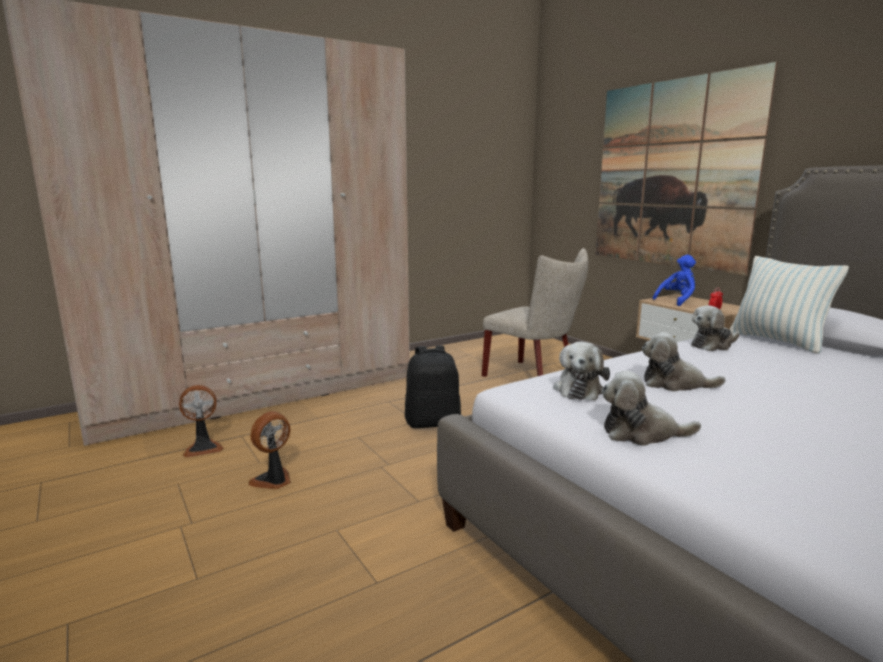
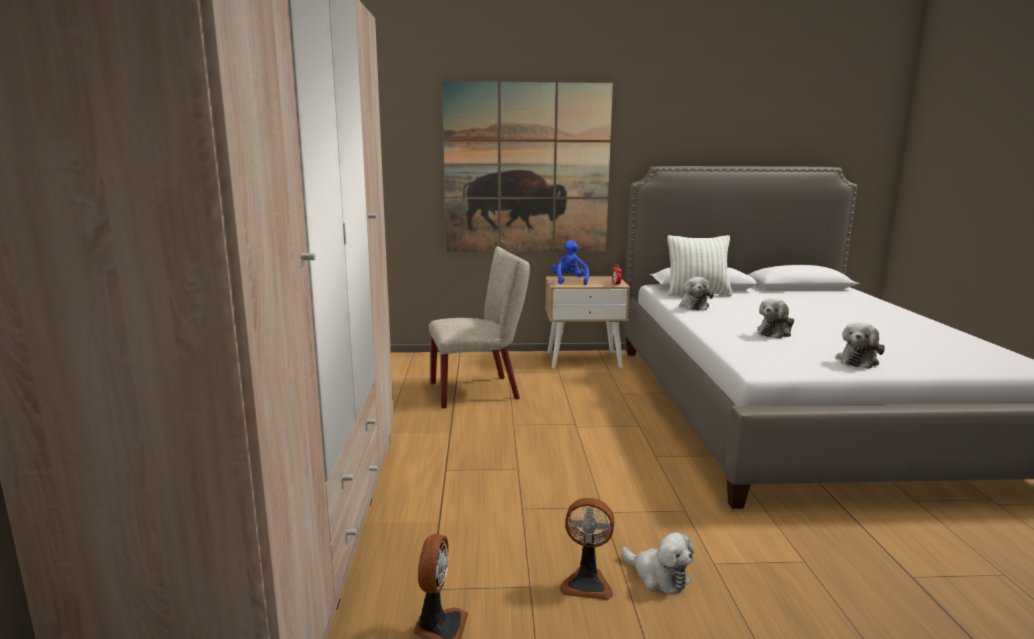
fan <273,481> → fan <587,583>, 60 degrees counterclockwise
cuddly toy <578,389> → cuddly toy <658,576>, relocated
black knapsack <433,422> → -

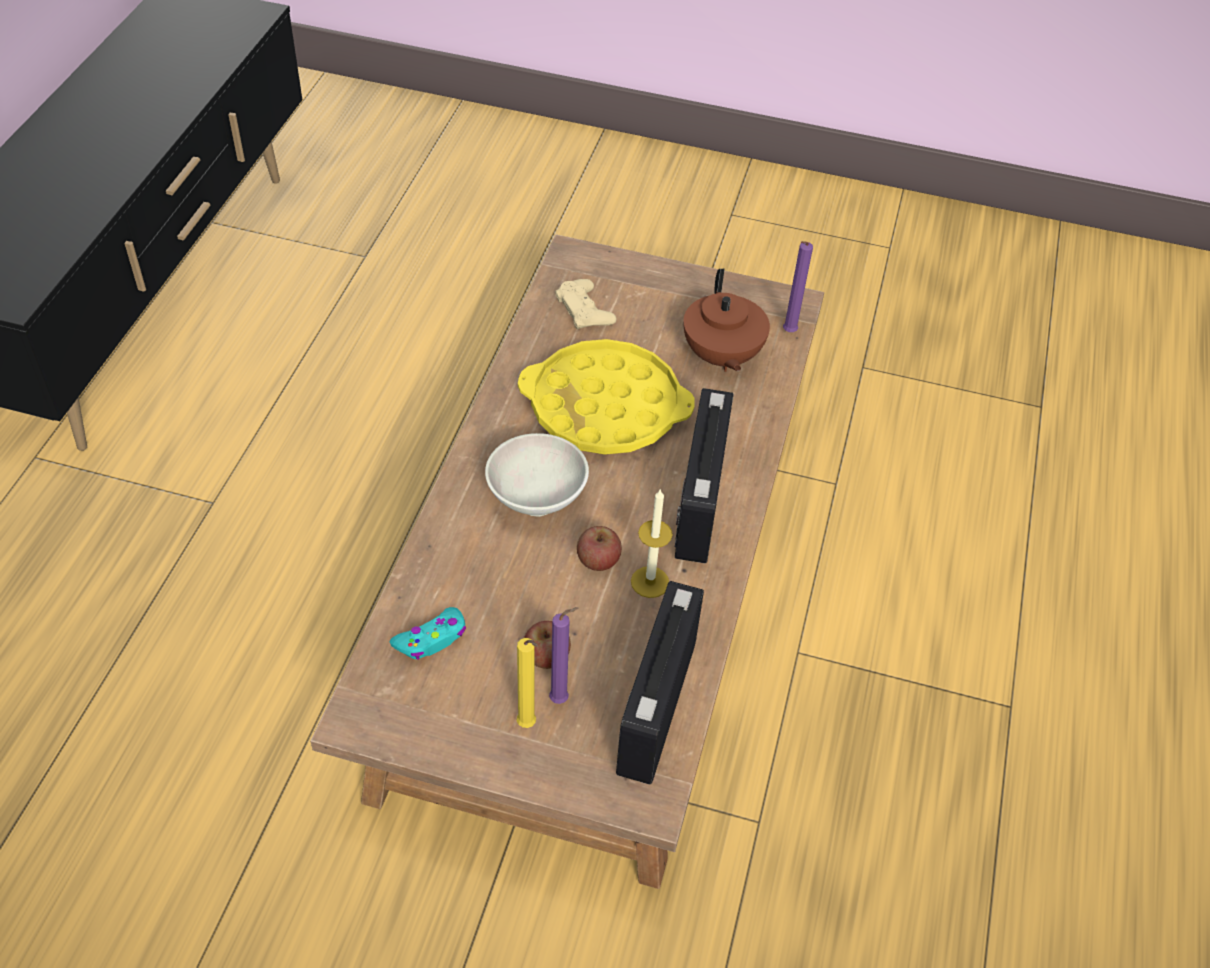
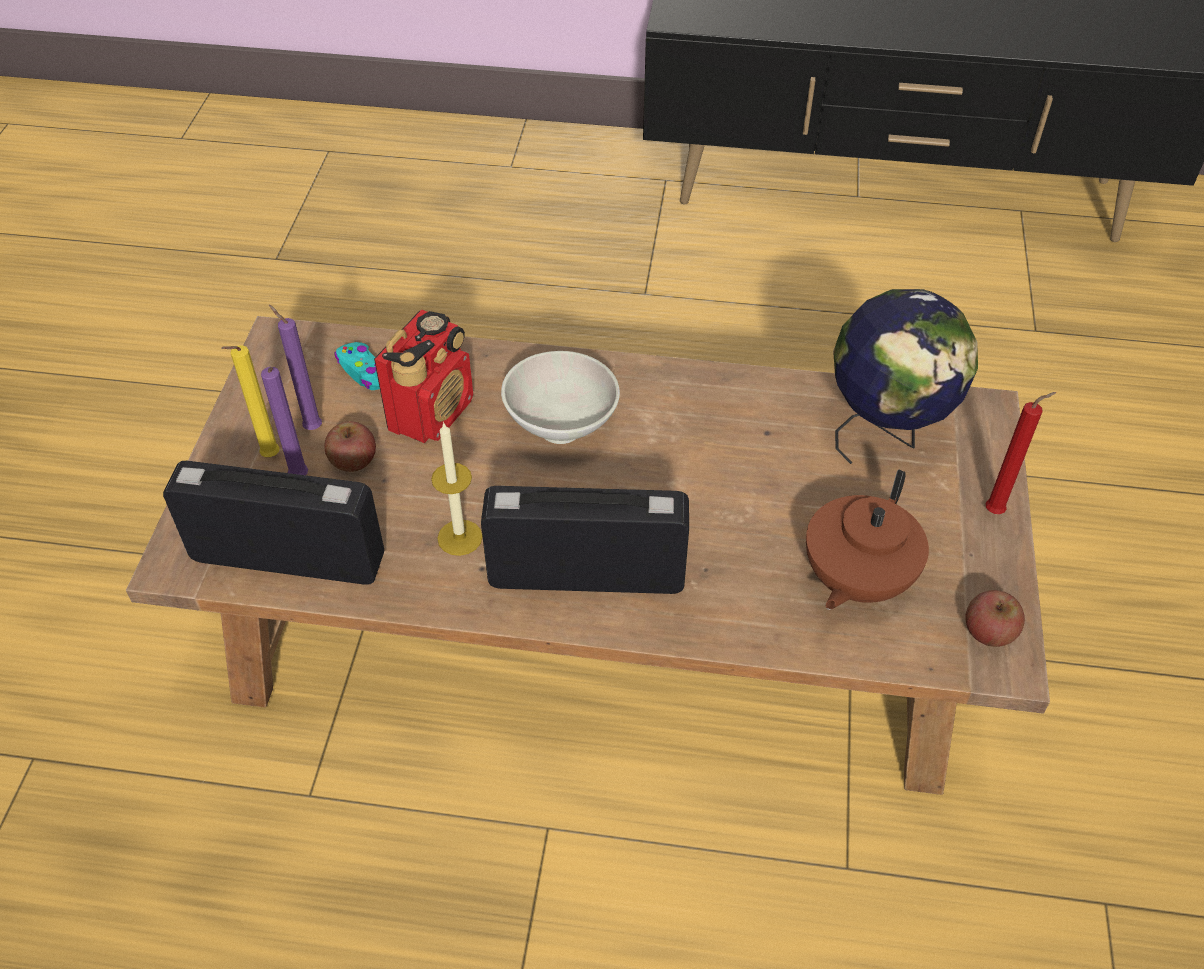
purple wax light <788,333> → purple wax light <311,427>, relocated
- → radio <432,413>
brownish tea pot <721,357> → brownish tea pot <855,580>, 45 degrees counterclockwise
beige-coloured game controller <584,310> → globe <886,433>
apple fruit <598,560> → apple fruit <989,632>, relocated
- → red wax light <997,511>
yellow-coloured carrying tray <605,408> → -

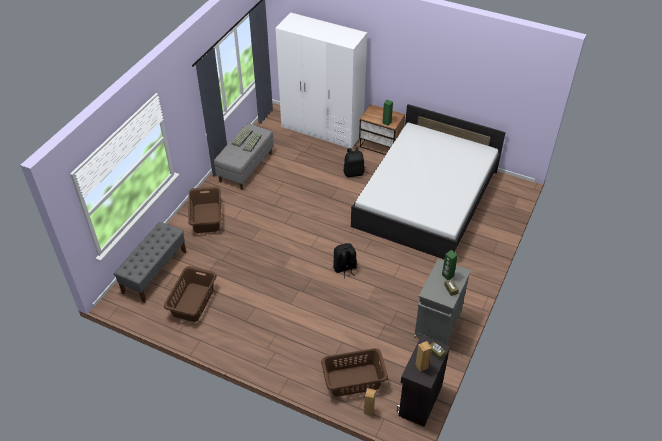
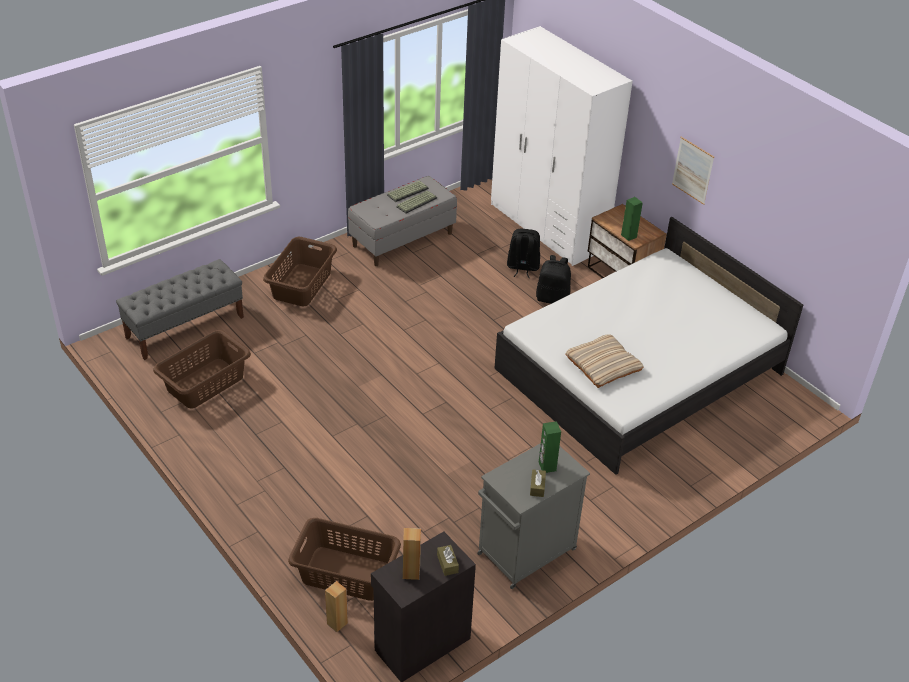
black knapsack <344,268> → black knapsack <522,267>, relocated
- → beige-coloured throw pillow <603,365>
- → wall art <692,170>

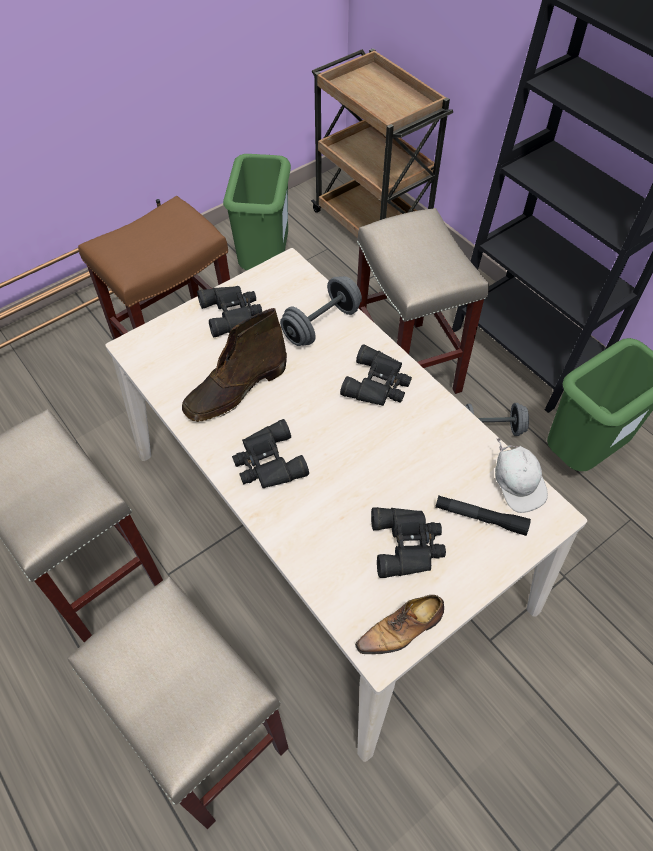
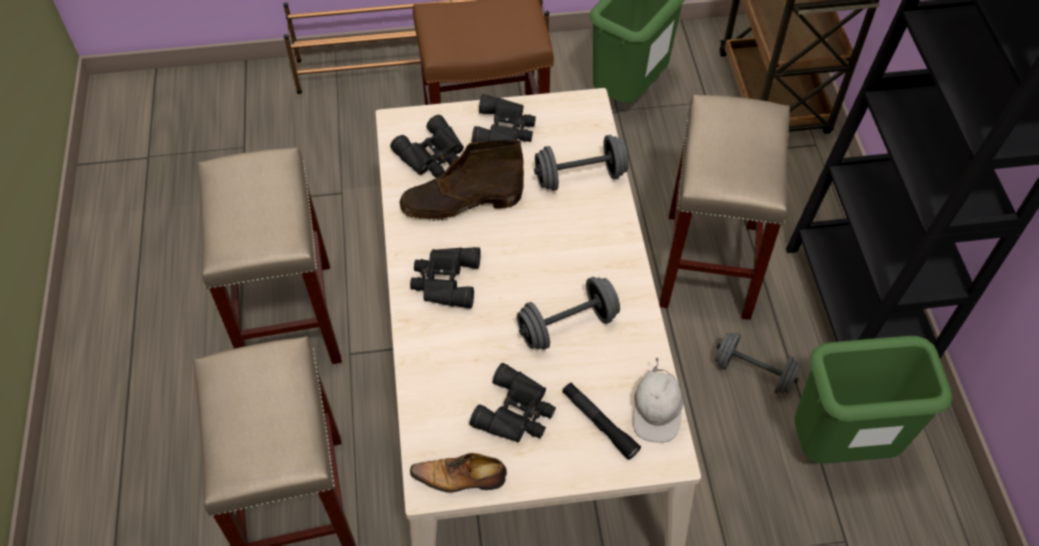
black pair of binoculars <378,384> → black pair of binoculars <433,156>, relocated
- → gray hand weight <567,325>

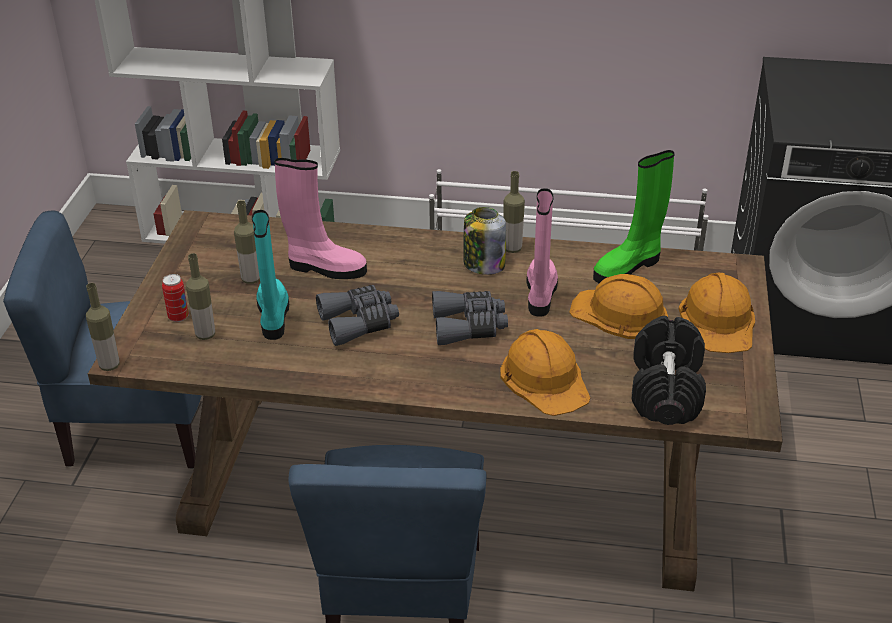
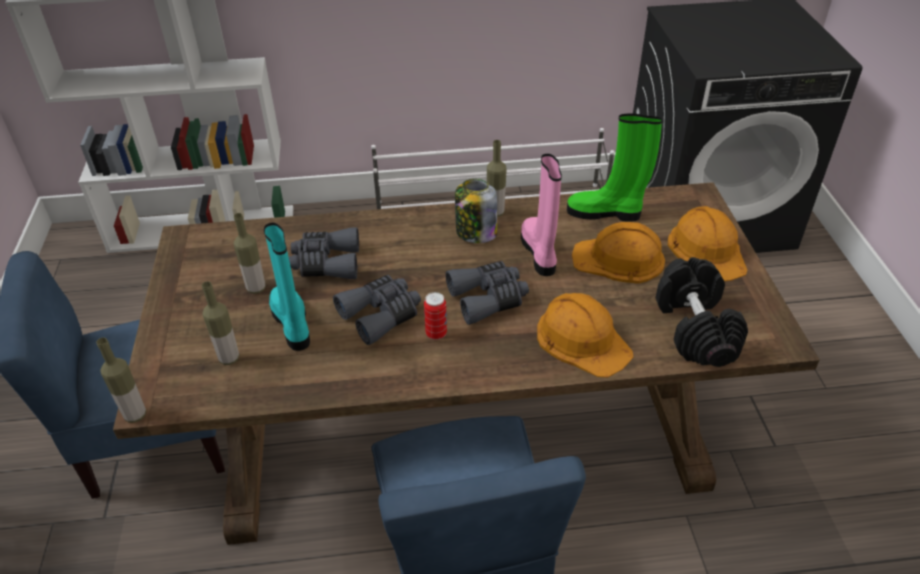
pink boot <325,268> → gray pair of binoculars <326,263>
sealed can <178,317> → sealed can <436,333>, relocated
green boot <628,267> → green boot <606,213>, 60 degrees clockwise

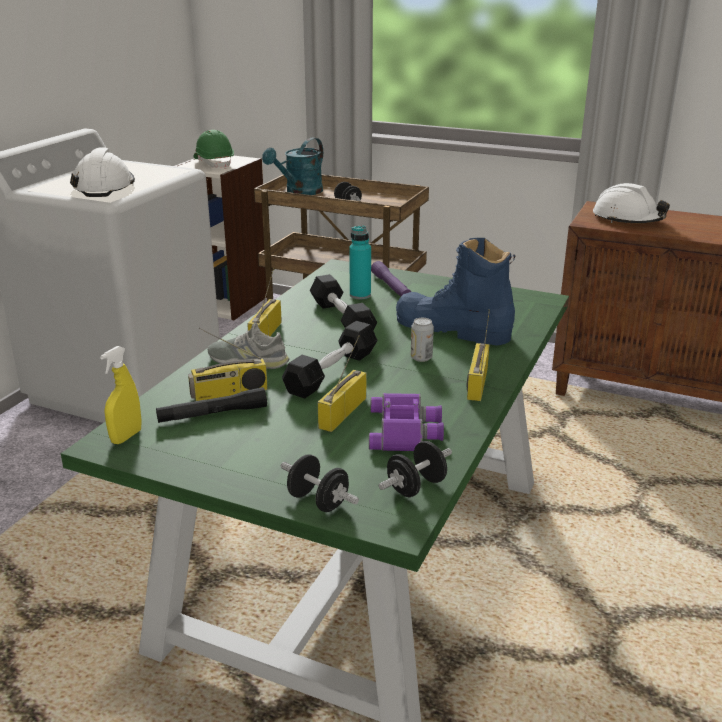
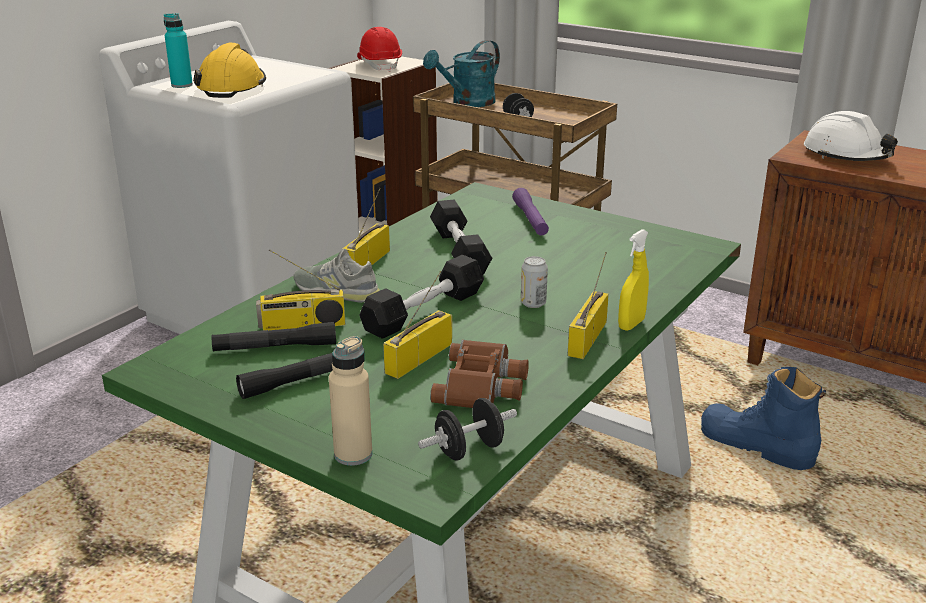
blue-green drink bottle <360,295> → blue-green drink bottle <182,85>, relocated
white-coloured hard hat <104,187> → yellow-coloured hard hat <232,87>
- → black torch <303,380>
black hand weight <318,501> → beige-coloured drink bottle <353,454>
green hard hat <214,163> → red hard hat <379,65>
purple pair of binoculars <406,430> → brownish pair of binoculars <483,385>
yellow-coloured hand sprayer <126,437> → yellow-coloured hand sprayer <631,324>, relocated
blue boot <452,329> → blue boot <756,446>, relocated

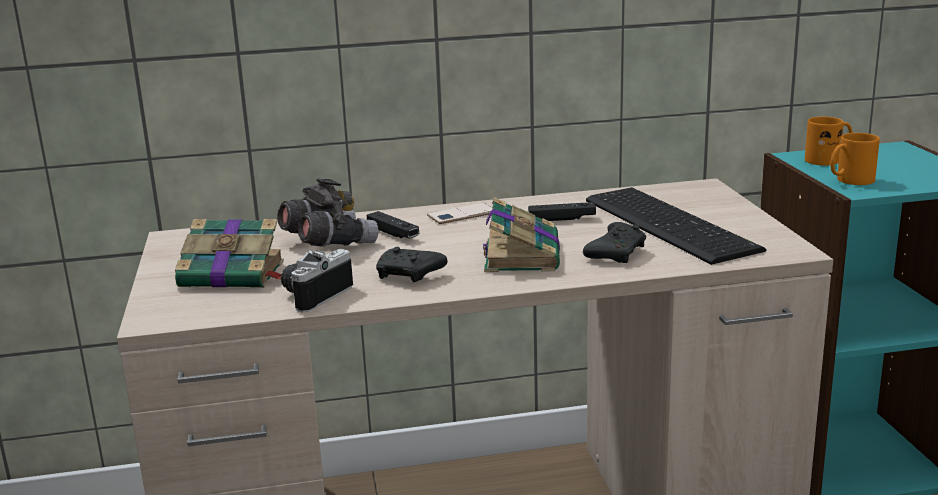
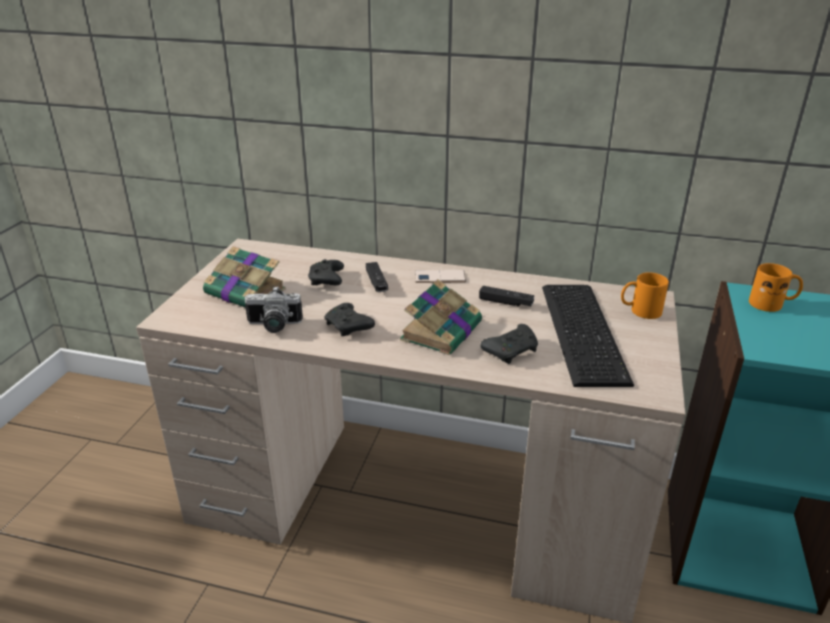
still camera <313,295> → still camera <273,326>, 150 degrees counterclockwise
gray pair of binoculars <328,244> → black game controller <327,281>
orangey tea mug <850,181> → orangey tea mug <640,311>, relocated

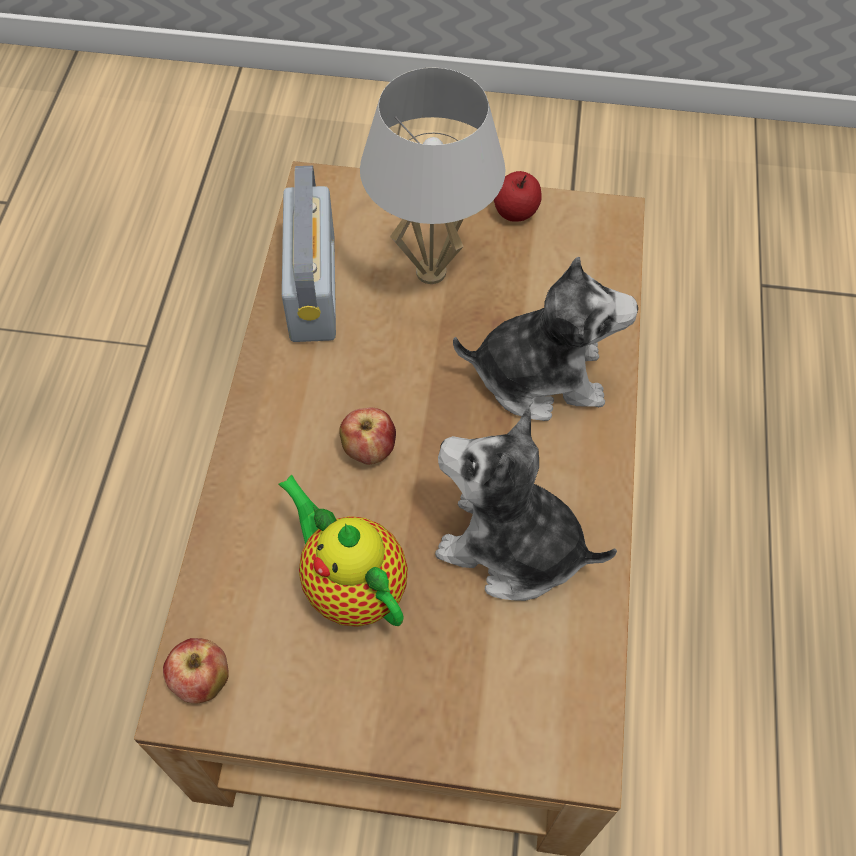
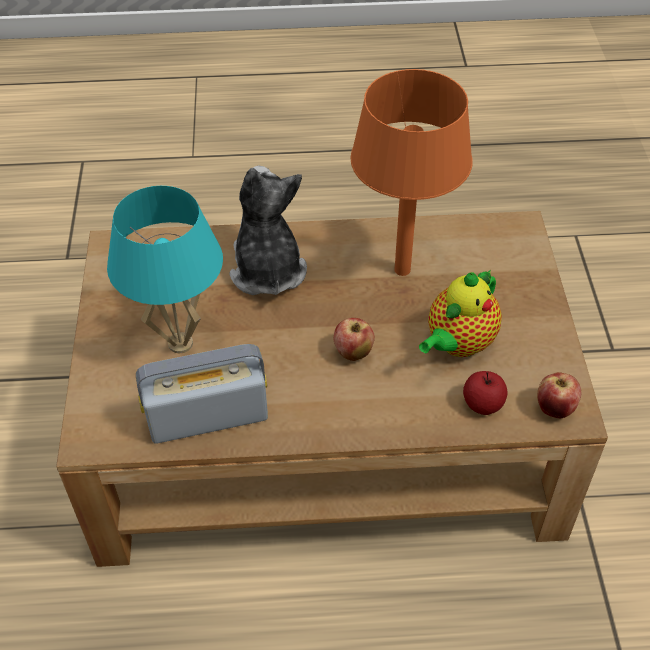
white-coloured tabletop lamp <431,271> → blue-green tabletop lamp <180,343>
cuddly toy <511,546> → orangey tabletop lamp <403,269>
apple fruit <516,212> → apple fruit <482,404>, relocated

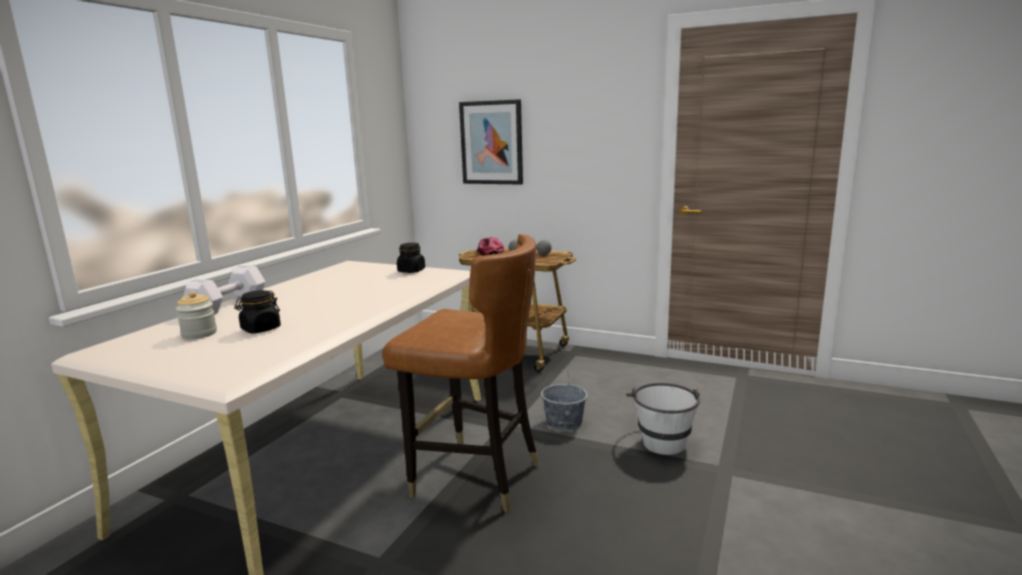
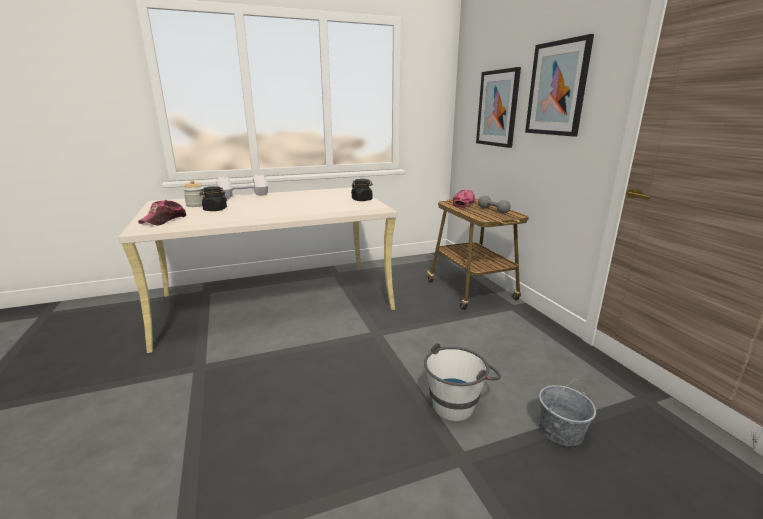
- → baseball cap <164,220>
- → wall art <557,88>
gray water bucket <564,422> → gray water bucket <561,431>, relocated
brownish upright chair <475,477> → -

